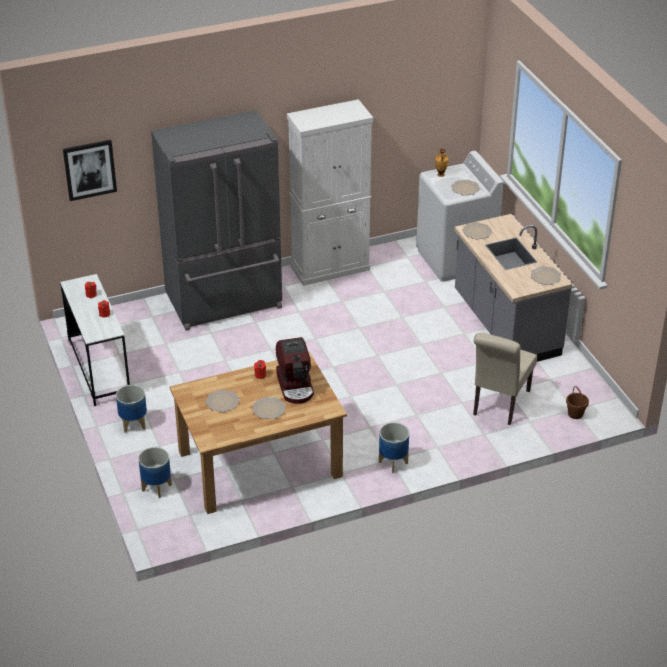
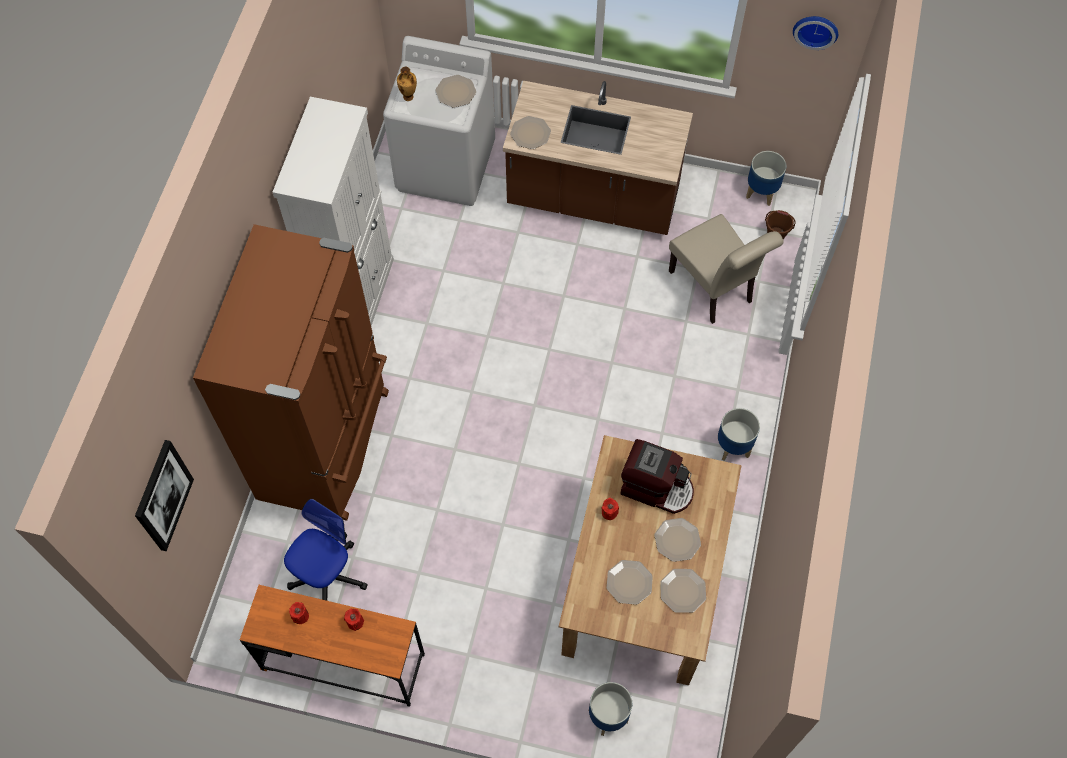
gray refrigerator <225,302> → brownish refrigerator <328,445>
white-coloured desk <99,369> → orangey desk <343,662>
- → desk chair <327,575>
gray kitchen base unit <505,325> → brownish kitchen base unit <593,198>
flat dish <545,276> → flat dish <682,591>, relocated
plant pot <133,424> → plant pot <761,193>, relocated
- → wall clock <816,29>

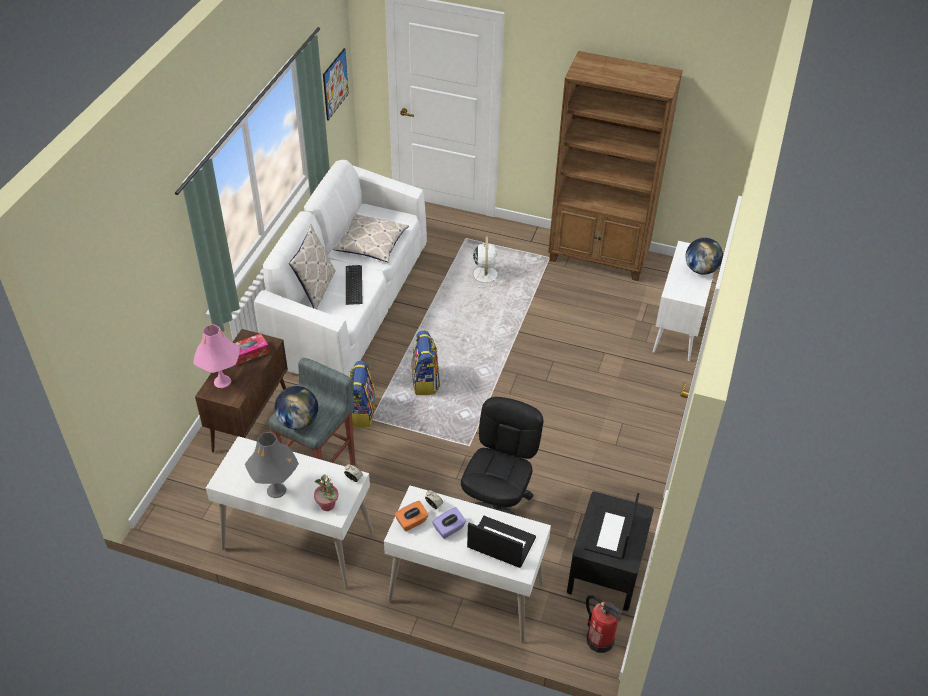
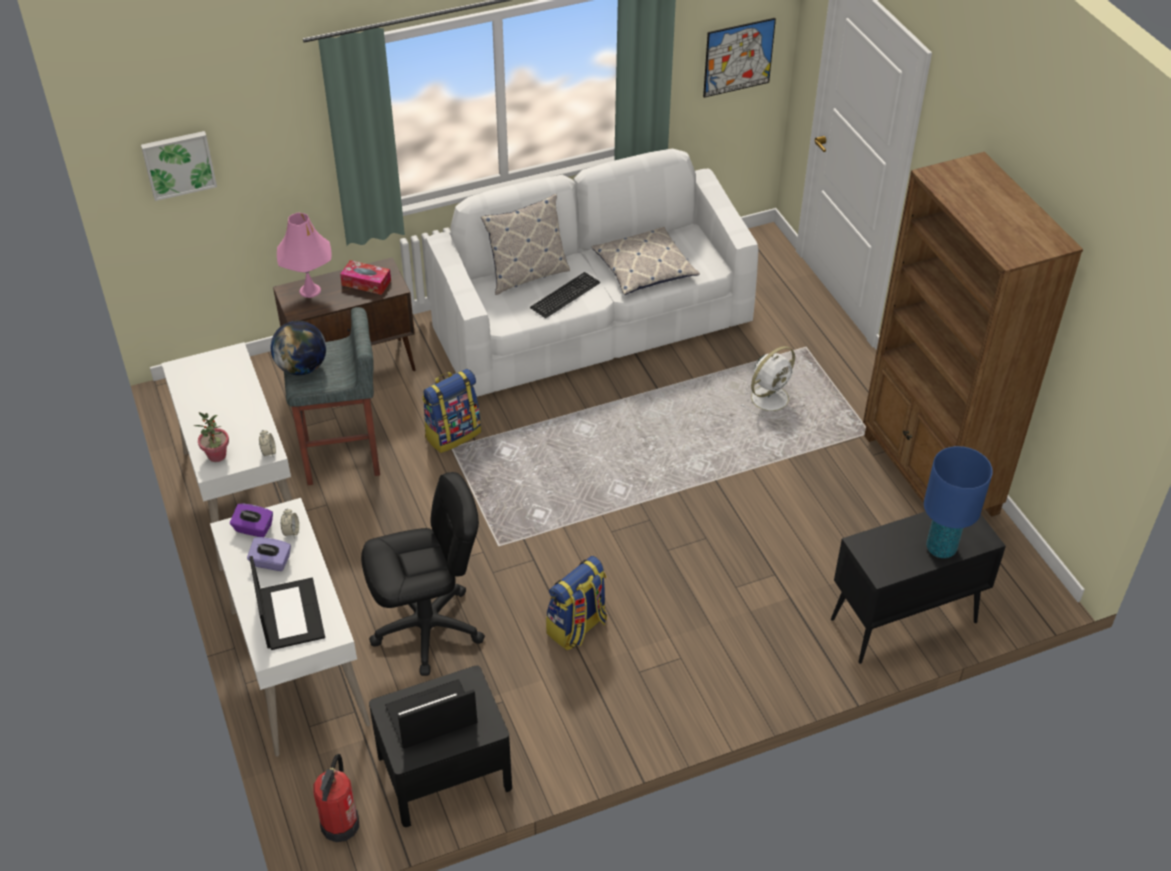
- → wall art <178,164>
orangey tissue holder <412,522> → purple tissue holder <253,529>
knapsack <425,382> → knapsack <577,628>, relocated
white-coloured cabinet <678,329> → black cabinet <902,621>
globe <701,269> → blue tabletop lamp <941,548>
gray tabletop lamp <276,490> → -

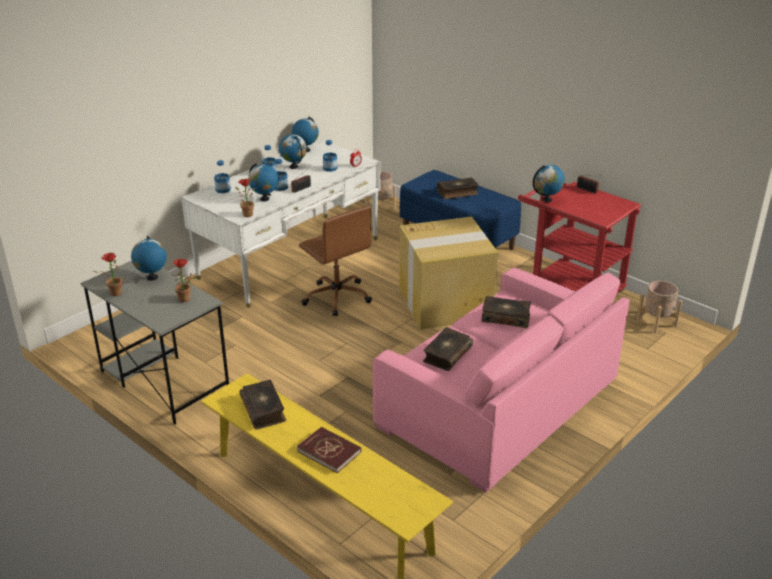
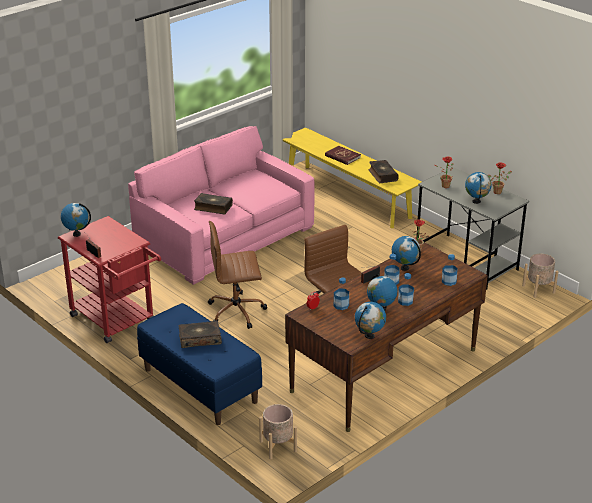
globe <547,200> → globe <76,234>, relocated
packing box <446,303> → brownish desk chair <237,311>
white-coloured desk <289,258> → brownish desk <384,370>
beige-coloured plant pot <657,323> → beige-coloured plant pot <538,289>, relocated
book <446,354> → -

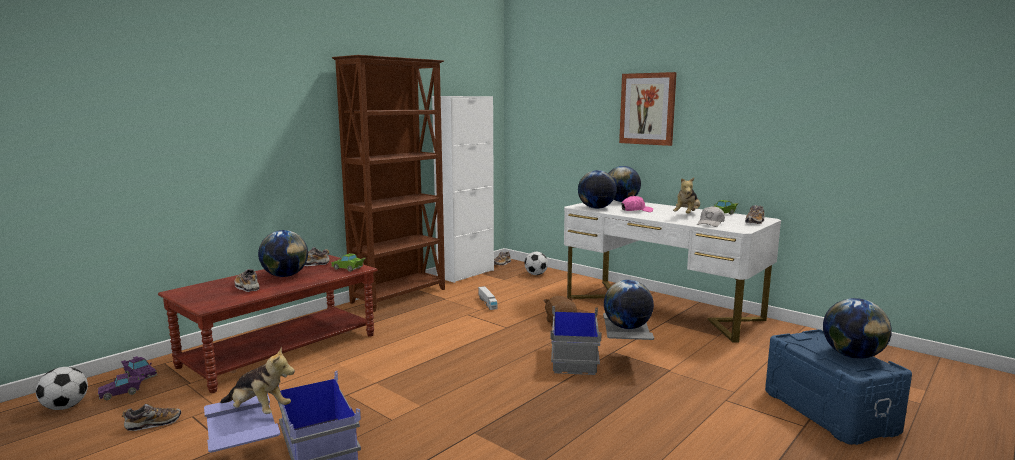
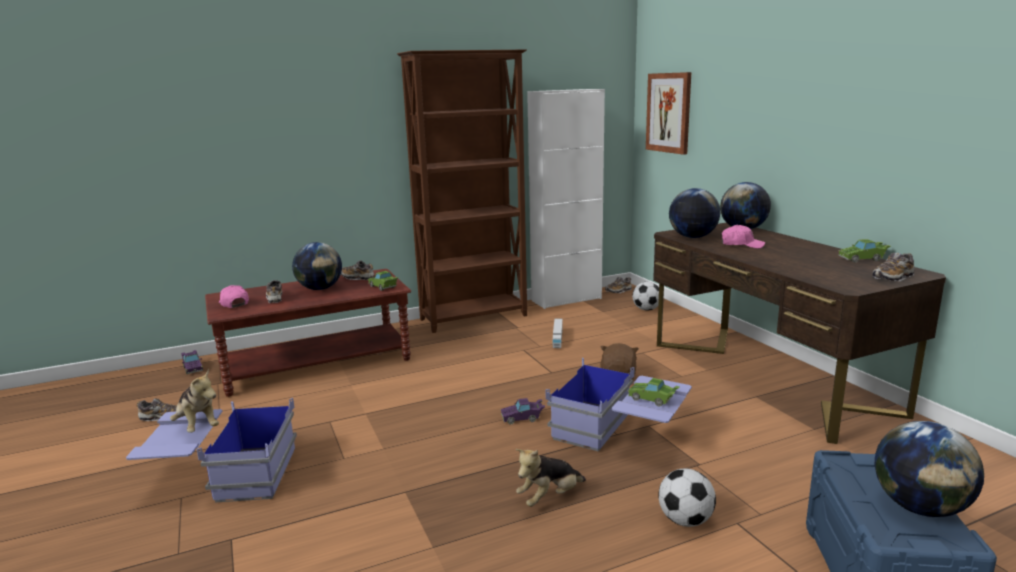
- → pink baseball cap <233,303>
purple toy car <123,393> → purple toy car <522,418>, relocated
cuddly toy <687,215> → cuddly toy <549,498>, relocated
gray storage bin <599,361> → blue storage bin <619,434>
globe <627,327> → green toy car <653,400>
wall art <647,109> → wall art <669,112>, relocated
white-coloured desk <660,308> → brownish desk <767,376>
football <65,407> → football <685,520>, relocated
white-coloured baseball cap <710,223> → -

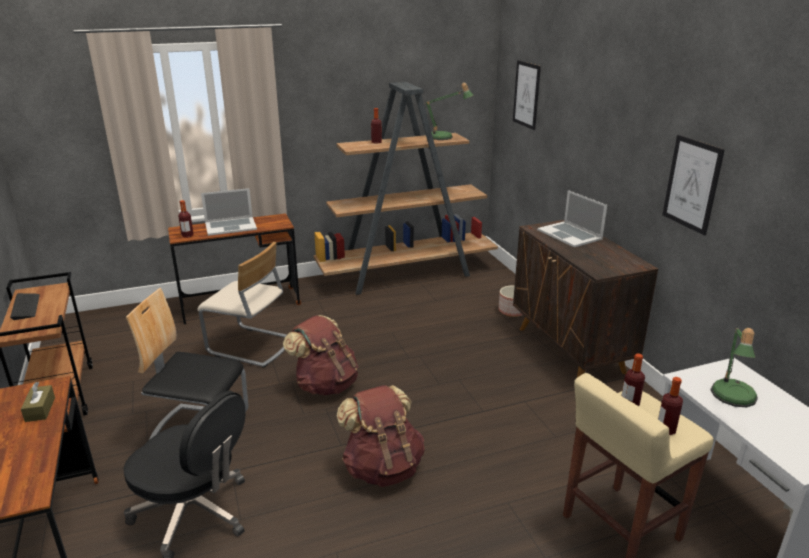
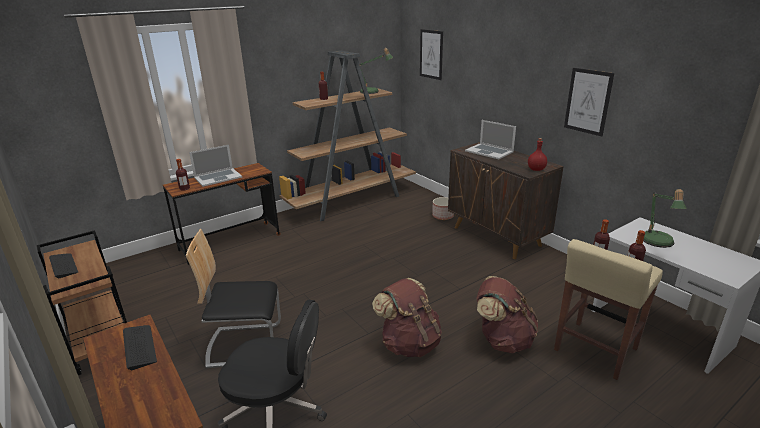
brownish tissue holder <40,409> → keyboard <139,347>
brownish knapsack <325,384> → brownish knapsack <502,340>, relocated
- → red drink bottle <536,169>
beige-coloured upright chair <250,347> → -

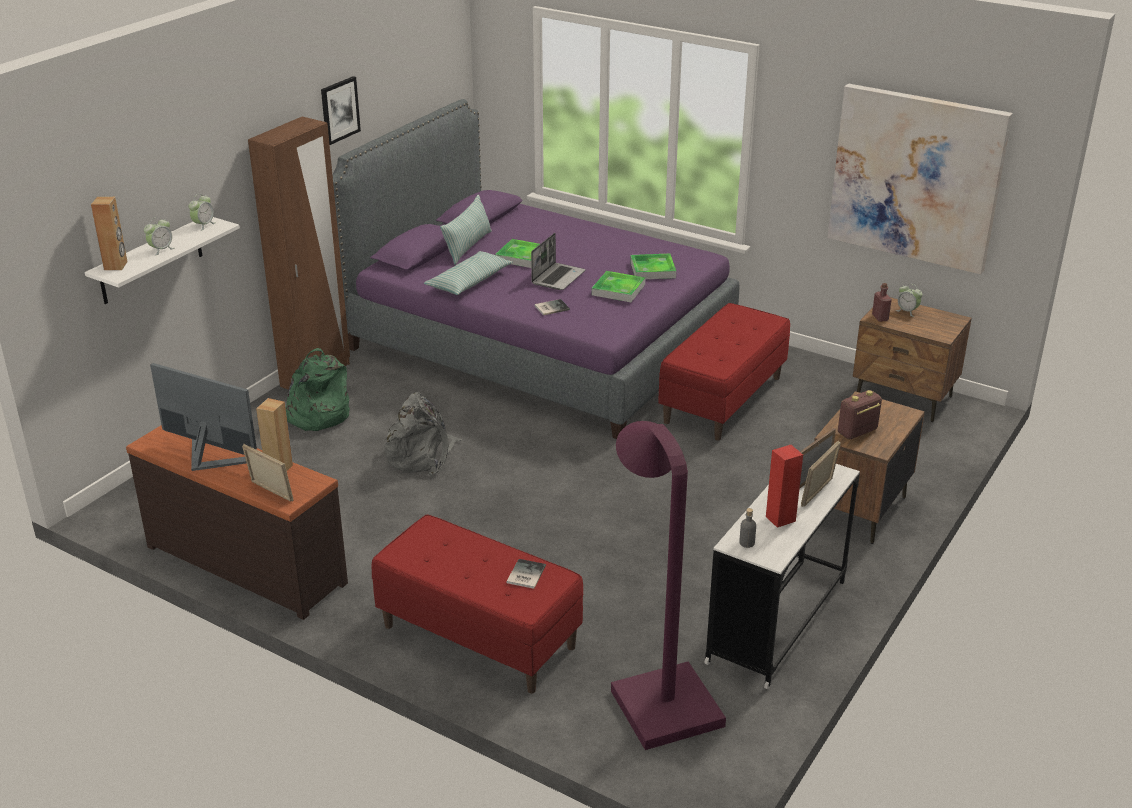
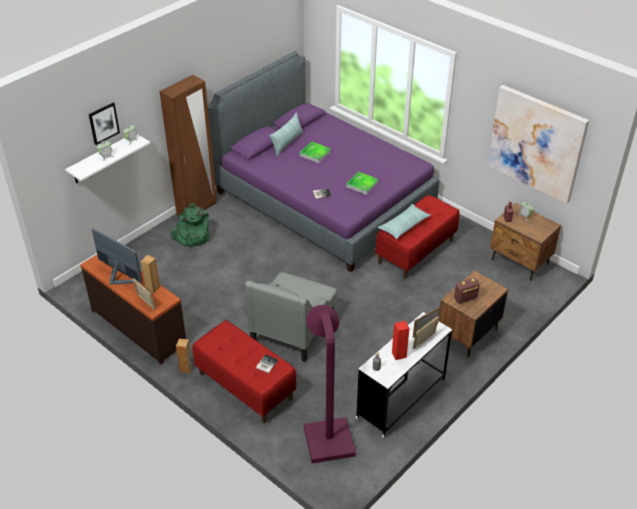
wall art <339,110> → wall art <103,123>, relocated
brownish audio speaker <116,266> → brownish audio speaker <186,368>, relocated
- → gray armchair <293,328>
throw pillow <469,282> → throw pillow <404,226>, relocated
gray knapsack <422,455> → -
portable computer <558,277> → -
carrying tray <652,270> → -

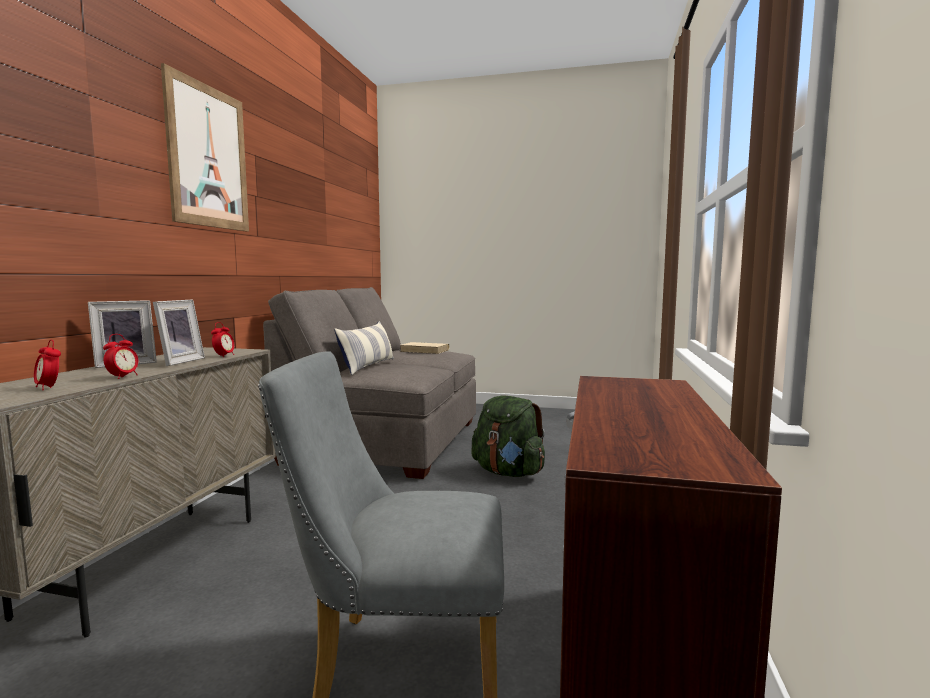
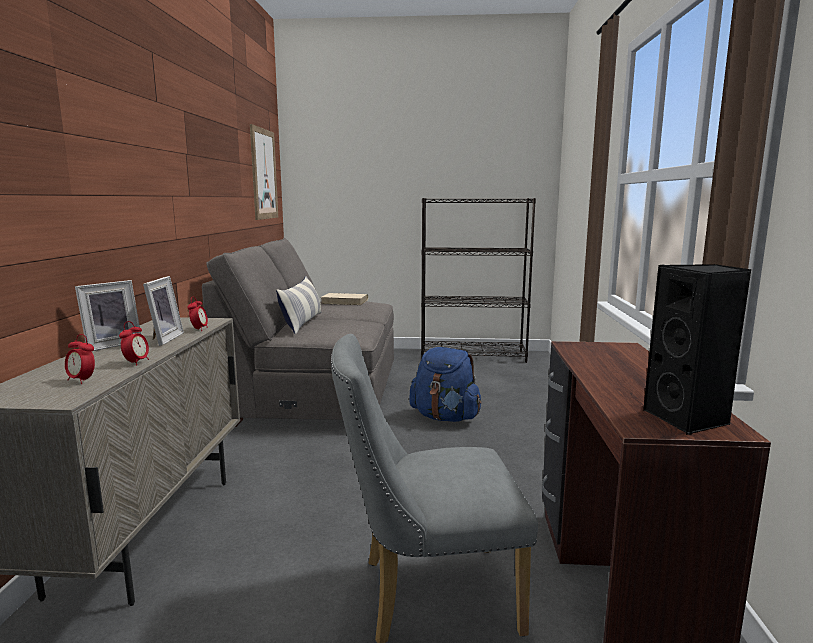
wall art <208,157> → wall art <264,174>, relocated
green knapsack <508,472> → blue knapsack <445,417>
- → black bookshelf <473,355>
- → black audio speaker <689,419>

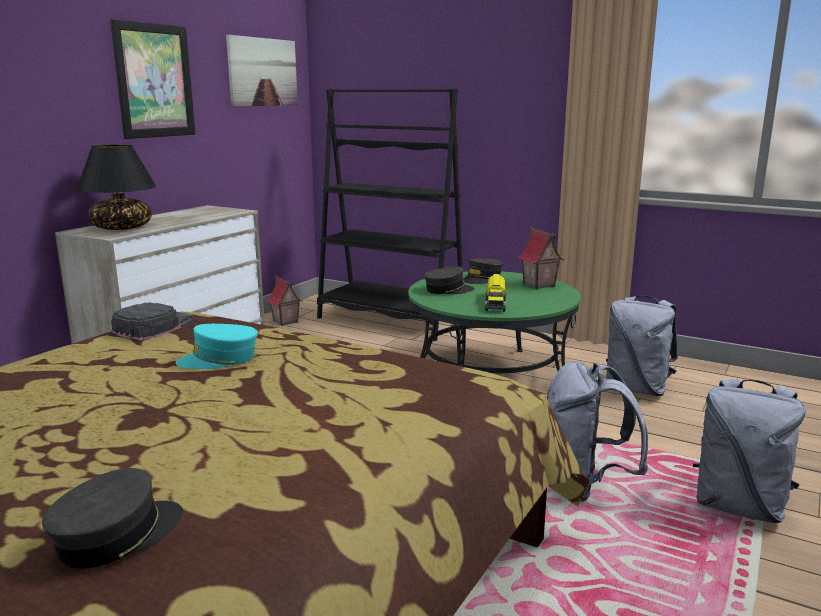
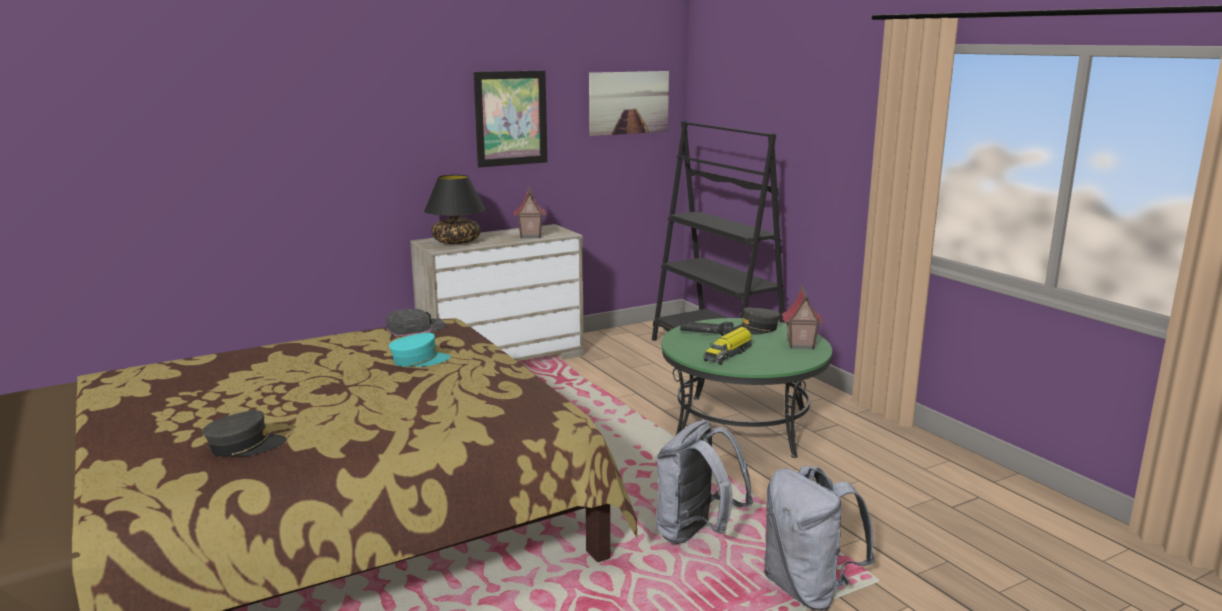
blue-green baseball cap <219,359> → blue-green baseball cap <419,360>, 150 degrees clockwise
model house <285,322> → model house <530,236>, relocated
gray baseball cap <448,290> → black torch <706,335>
gray knapsack <637,389> → -

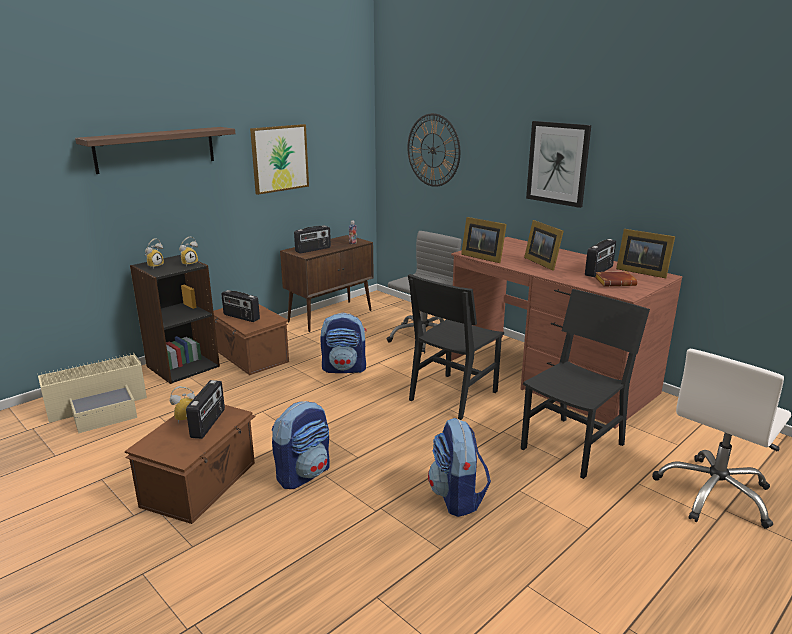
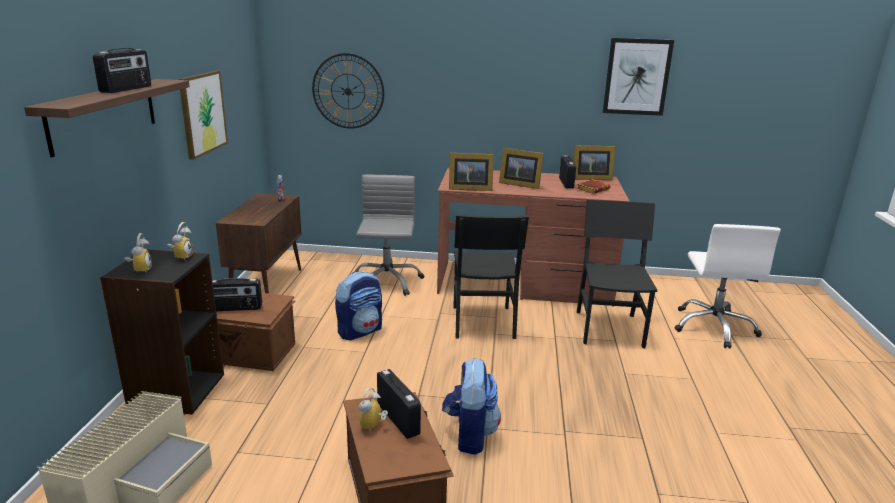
radio <313,250> → radio <127,89>, relocated
wall art <558,163> → wall art <637,77>, relocated
knapsack <457,497> → -

